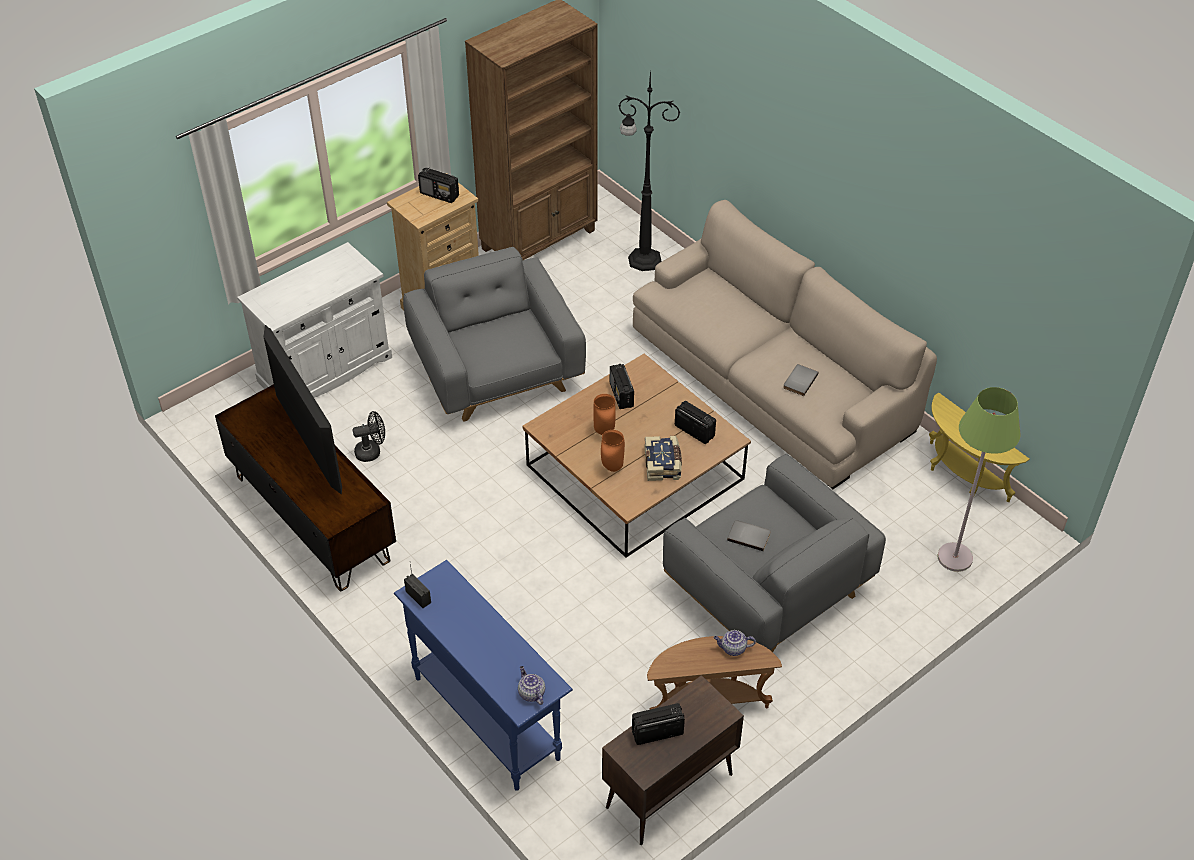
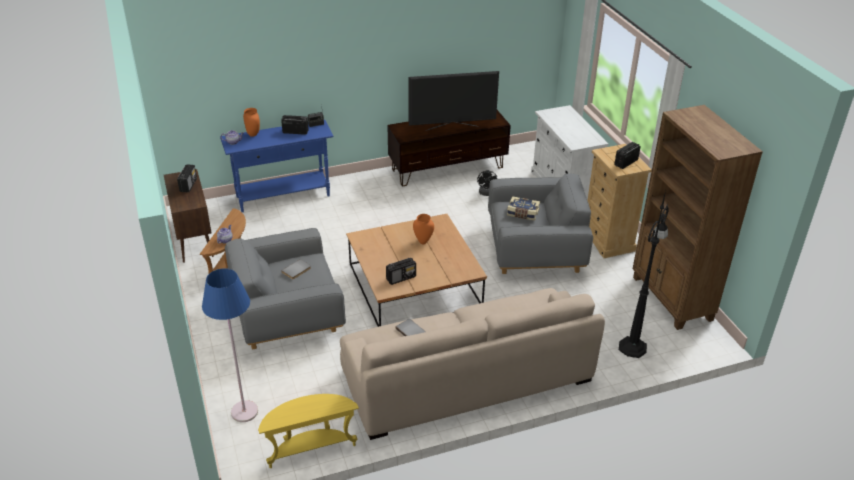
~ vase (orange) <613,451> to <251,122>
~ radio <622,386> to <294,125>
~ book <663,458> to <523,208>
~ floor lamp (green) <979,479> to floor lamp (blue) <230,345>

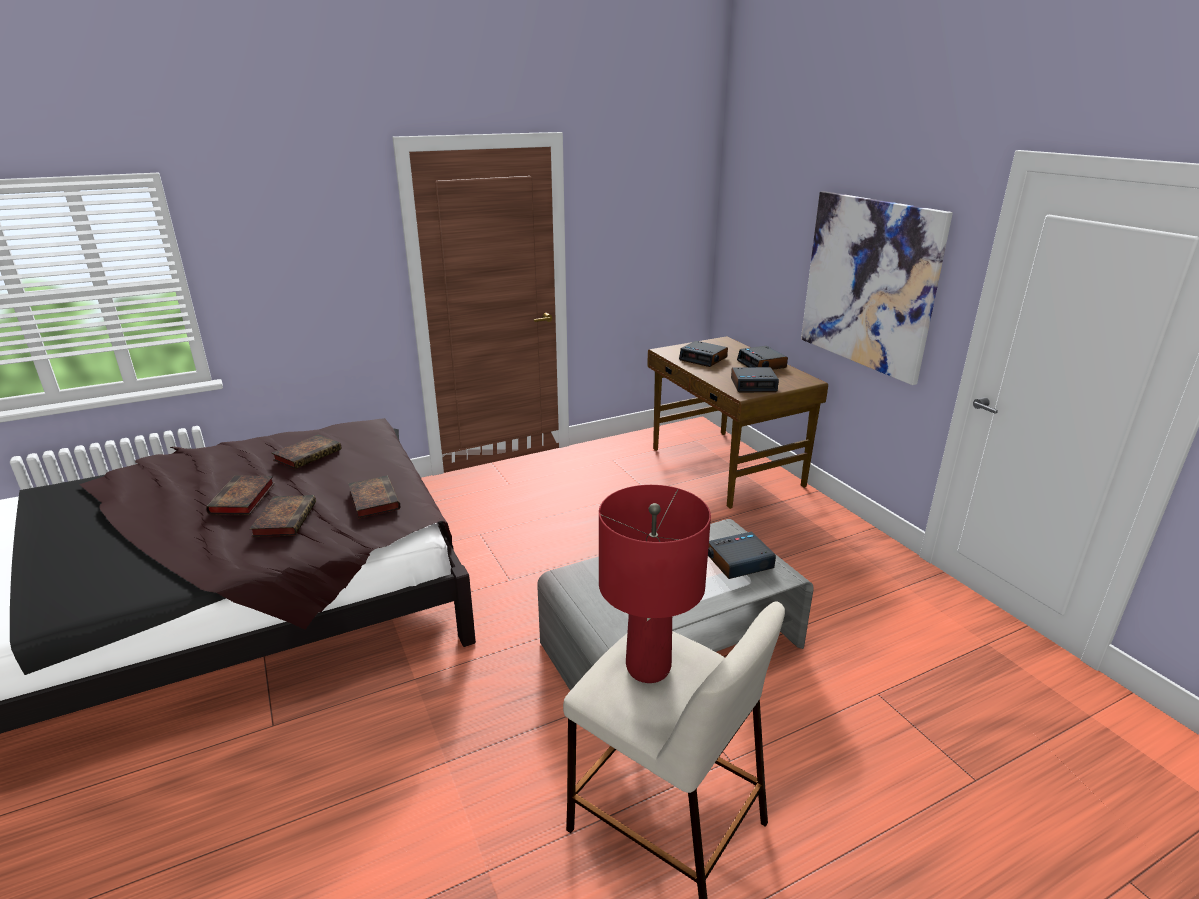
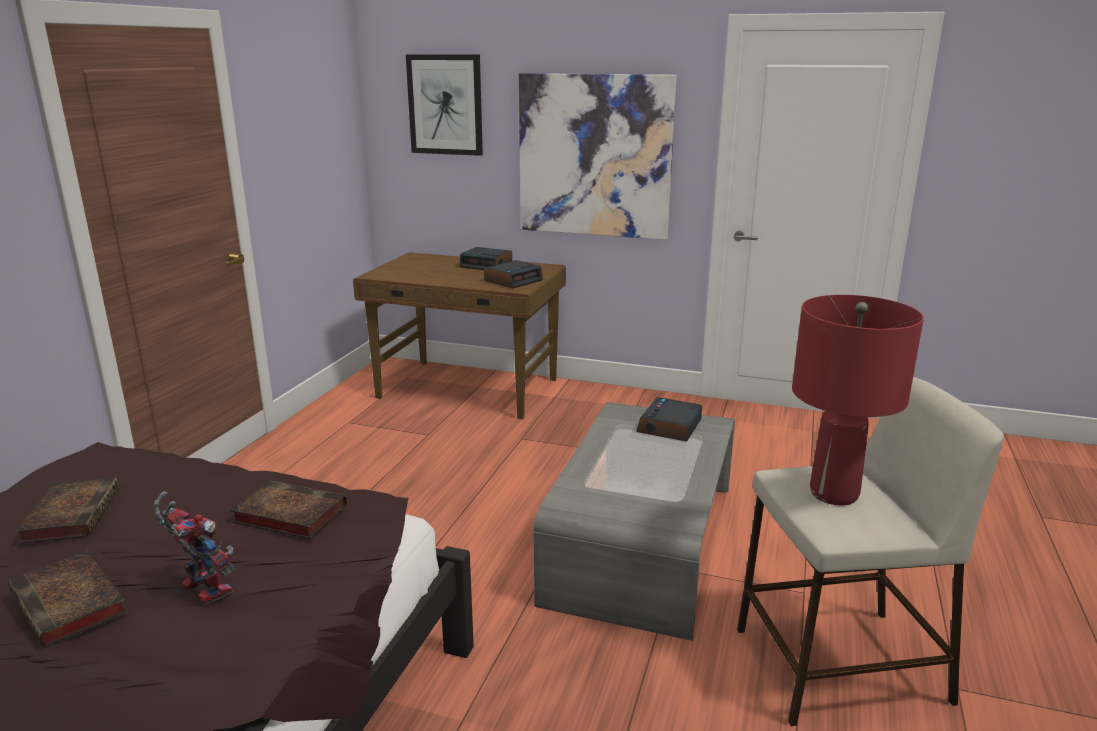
- alarm clock <703,354>
+ picture <444,105>
~ book <283,516> to toy robot <194,548>

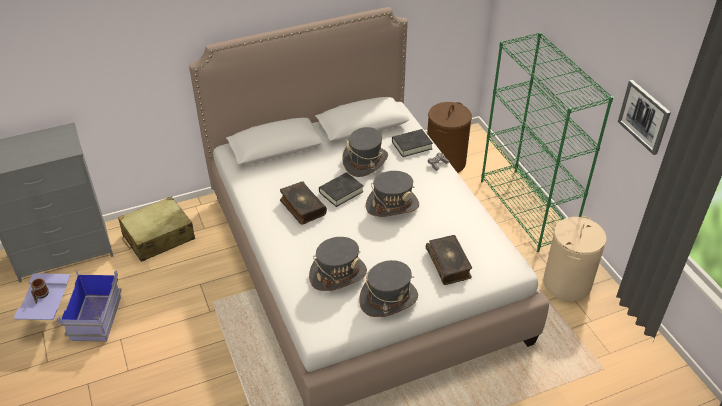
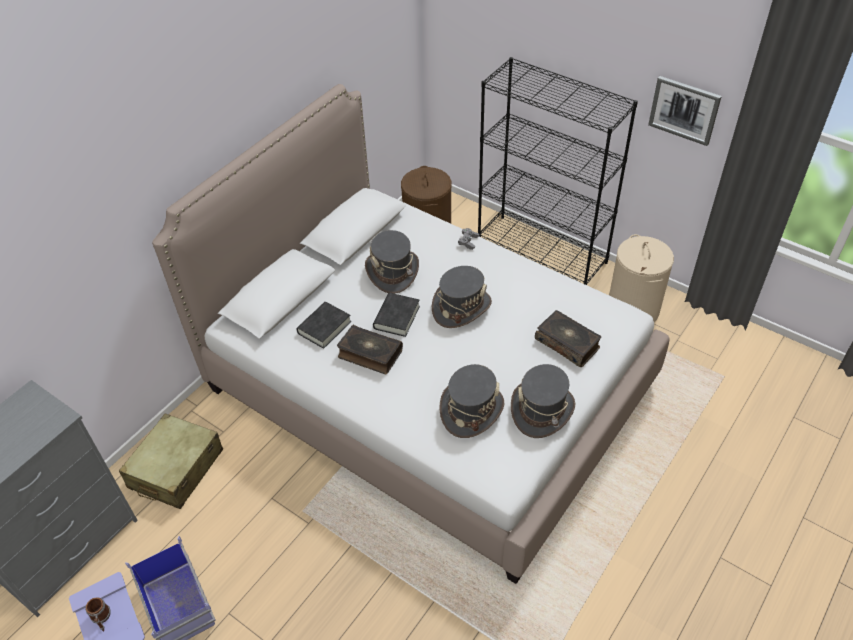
~ book (black) <412,143> to <323,325>
~ bookcase (green) <547,142> to bookcase (black) <558,171>

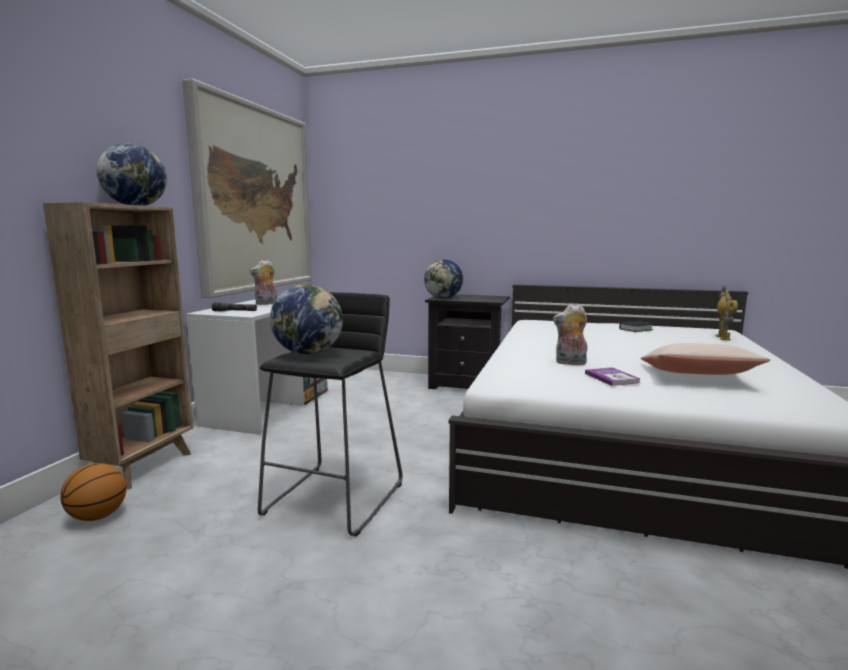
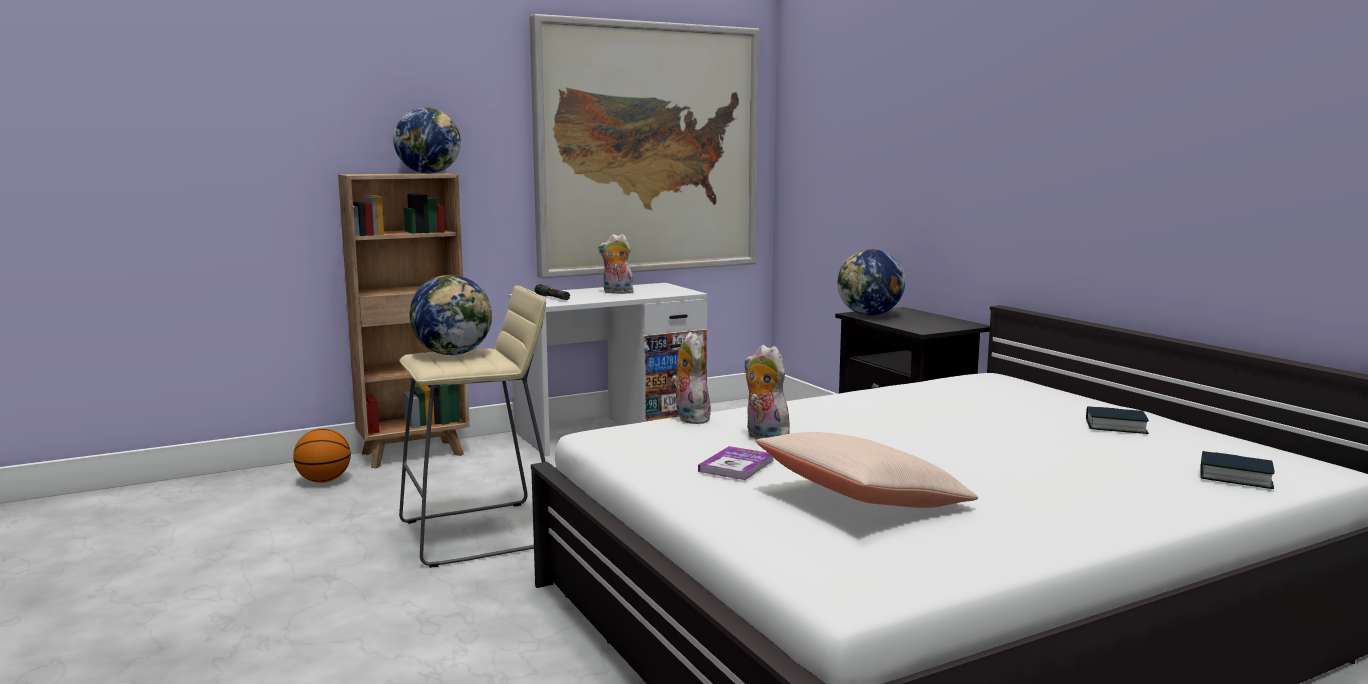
+ plush toy <691,378>
~ toy robot <726,313> to book <1237,470>
~ stool (black) <330,414> to stool (beige) <472,426>

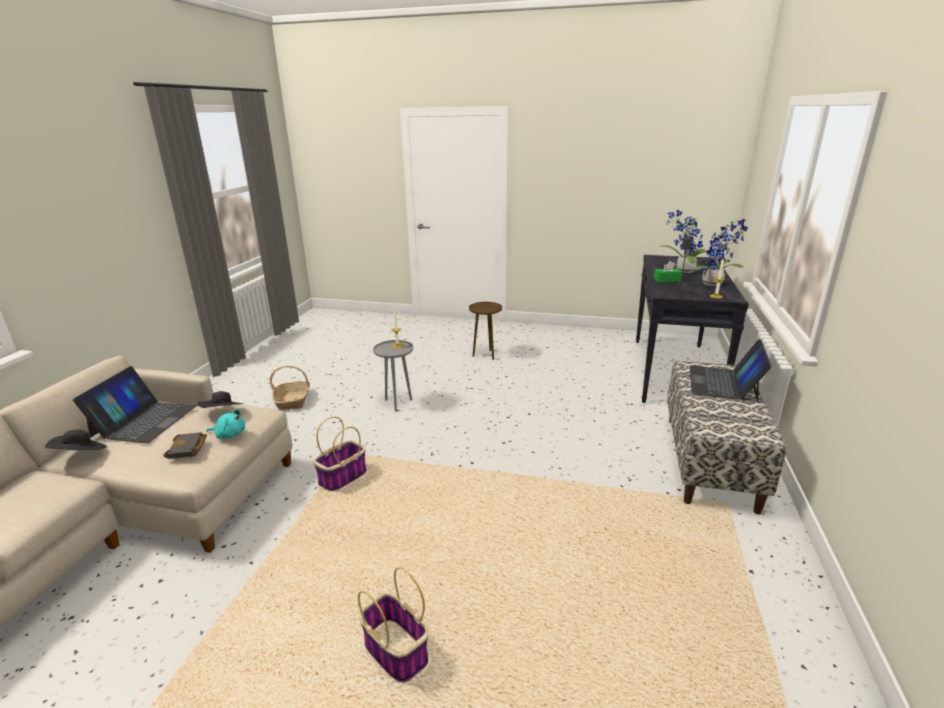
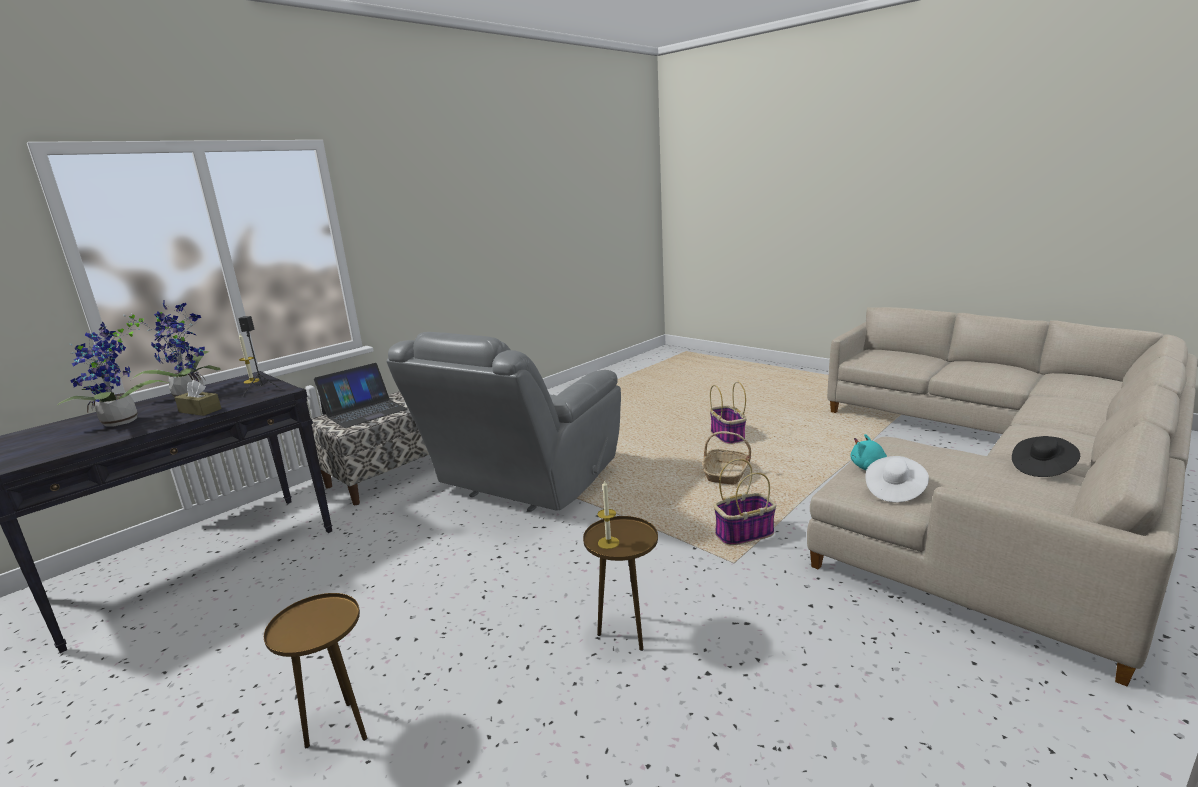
- laptop <134,404>
- book (black) <185,445>
+ armchair (grey) <504,422>
~ basket <290,388> to <726,458>
~ hat (black) <221,399> to hat (white) <897,479>
~ side table (grey) <393,375> to side table (brown) <620,583>
~ tissue box (green) <667,272> to tissue box (brown) <198,398>

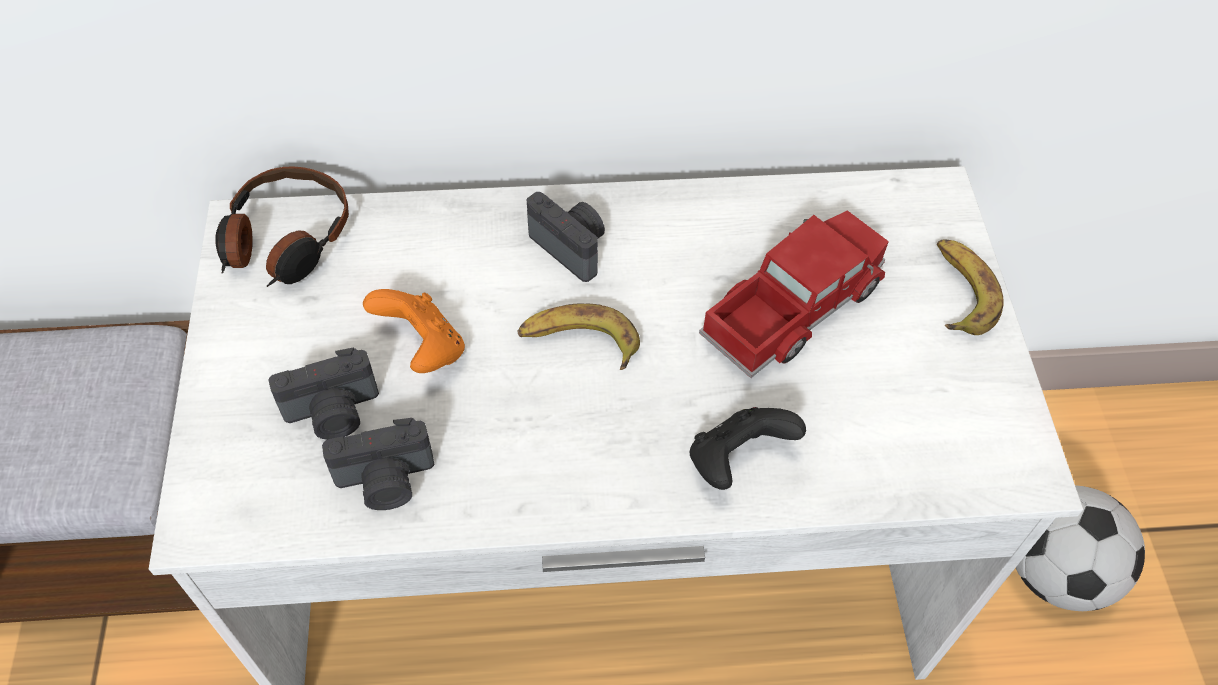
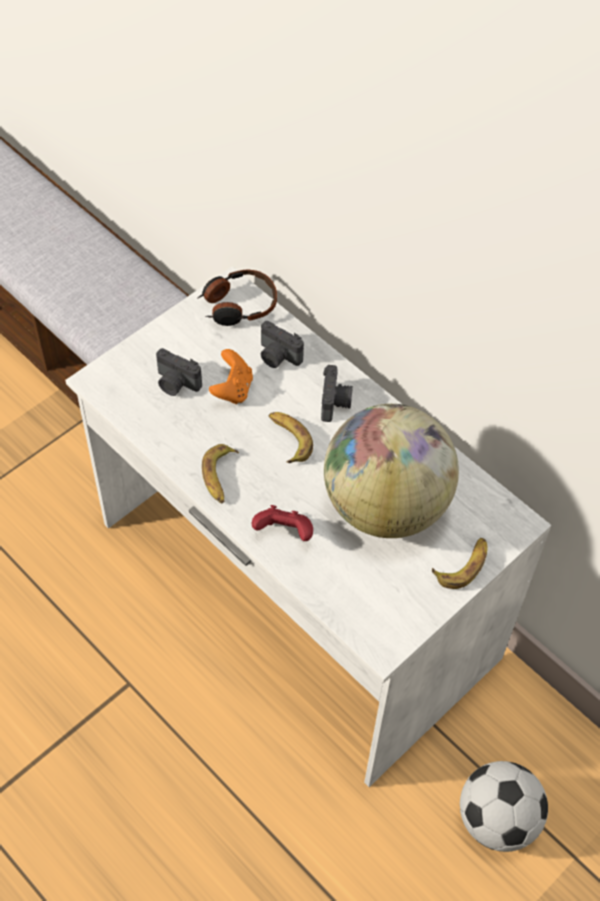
+ banana <220,473>
~ photo camera <378,464> to <282,344>
~ toy truck <794,294> to globe <391,471>
~ game controller (black) <748,448> to game controller (red) <282,523>

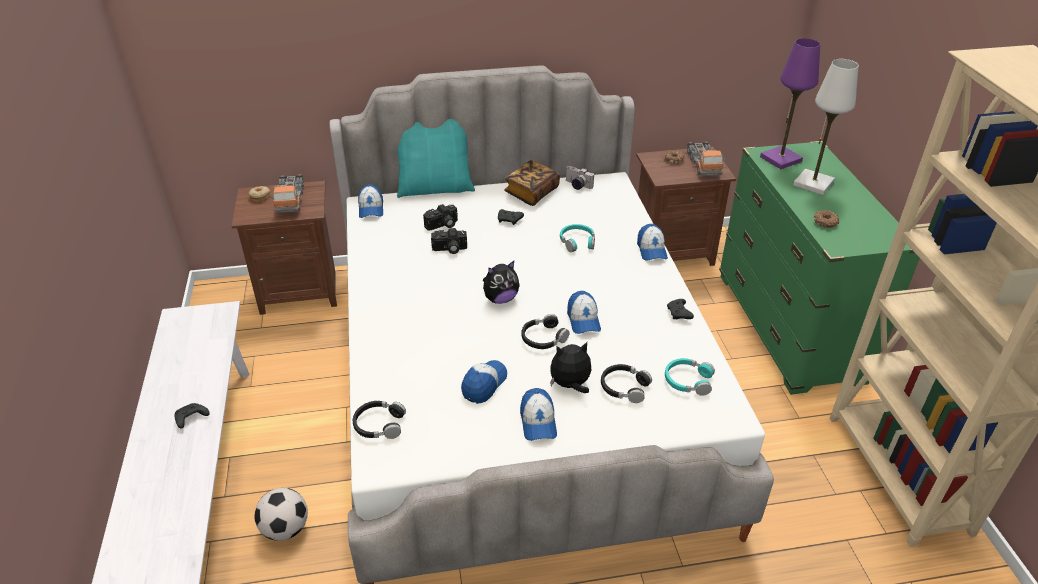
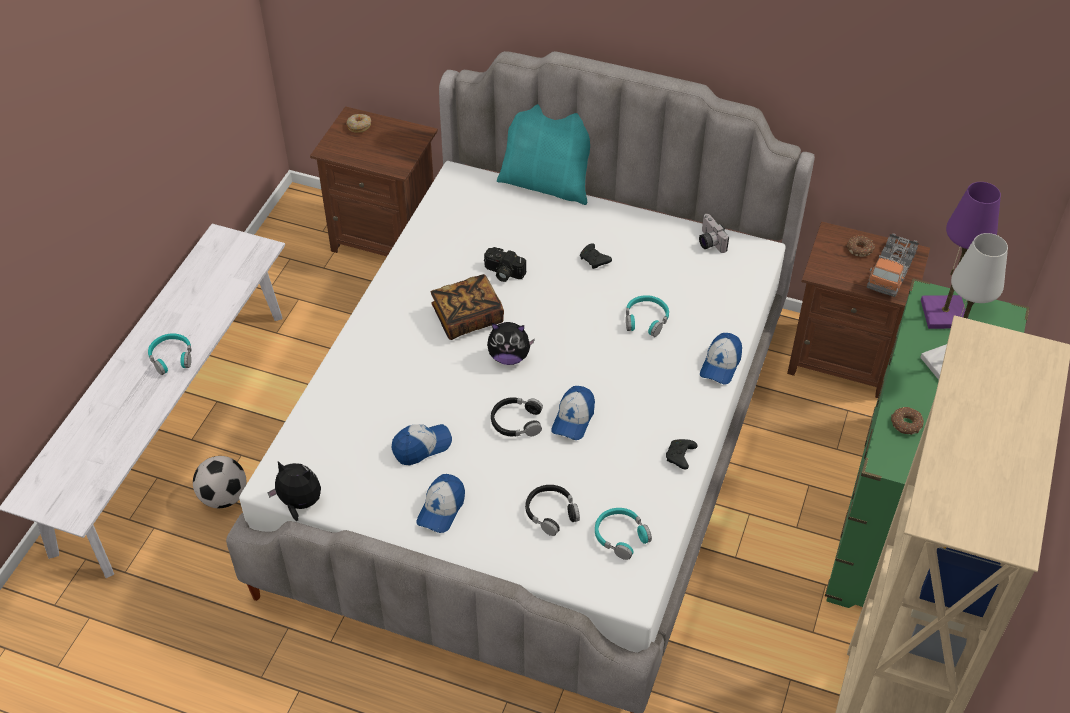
- toy truck <287,194>
- headphones (black) <379,420>
- cap <370,201>
- photo camera <440,217>
~ book <532,183> to <467,307>
~ plush toy <571,367> to <294,491>
~ game controller (black) <192,415> to headphones (turquoise) <169,354>

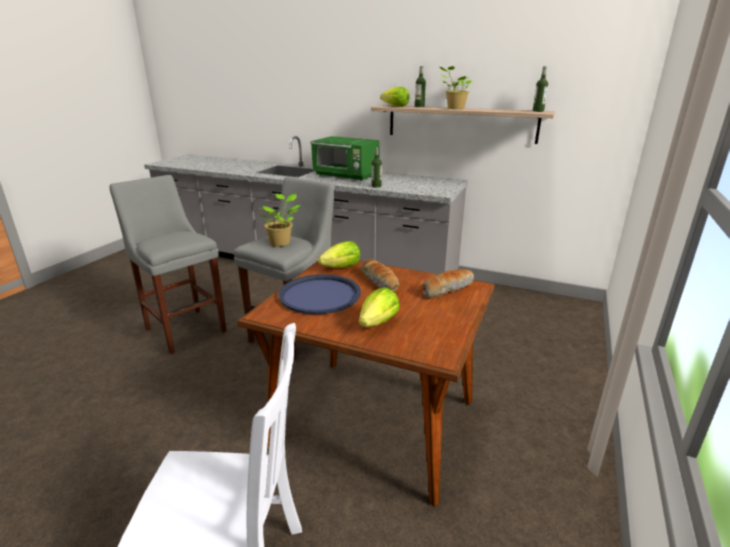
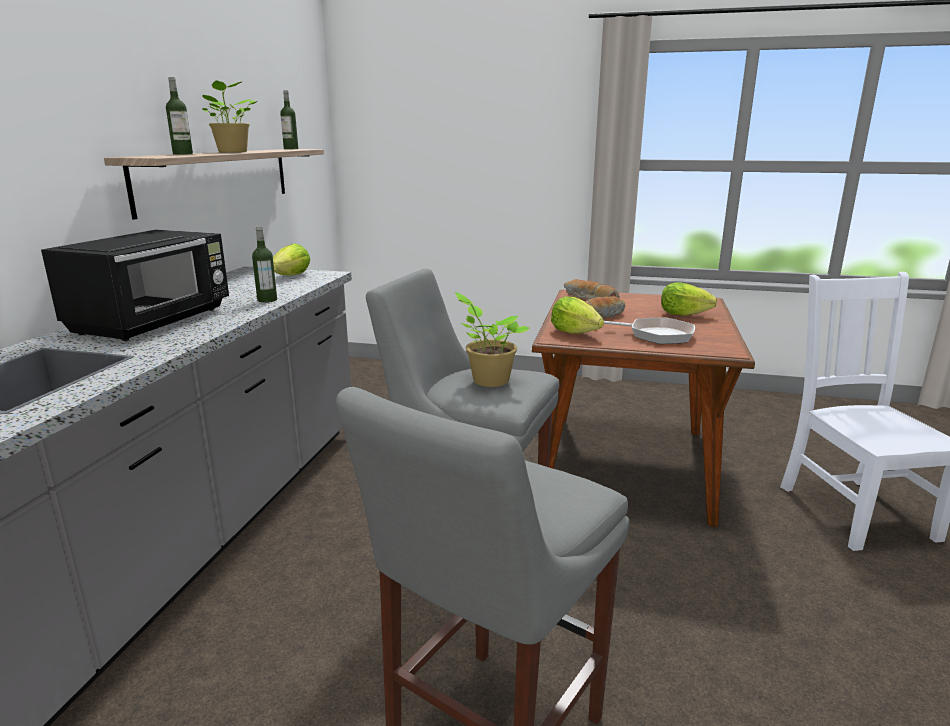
~ lettuce <395,97> to <291,259>
~ tray (blue) <319,294> to frying pan <649,331>
~ microwave (green) <345,158> to microwave (black) <135,285>

